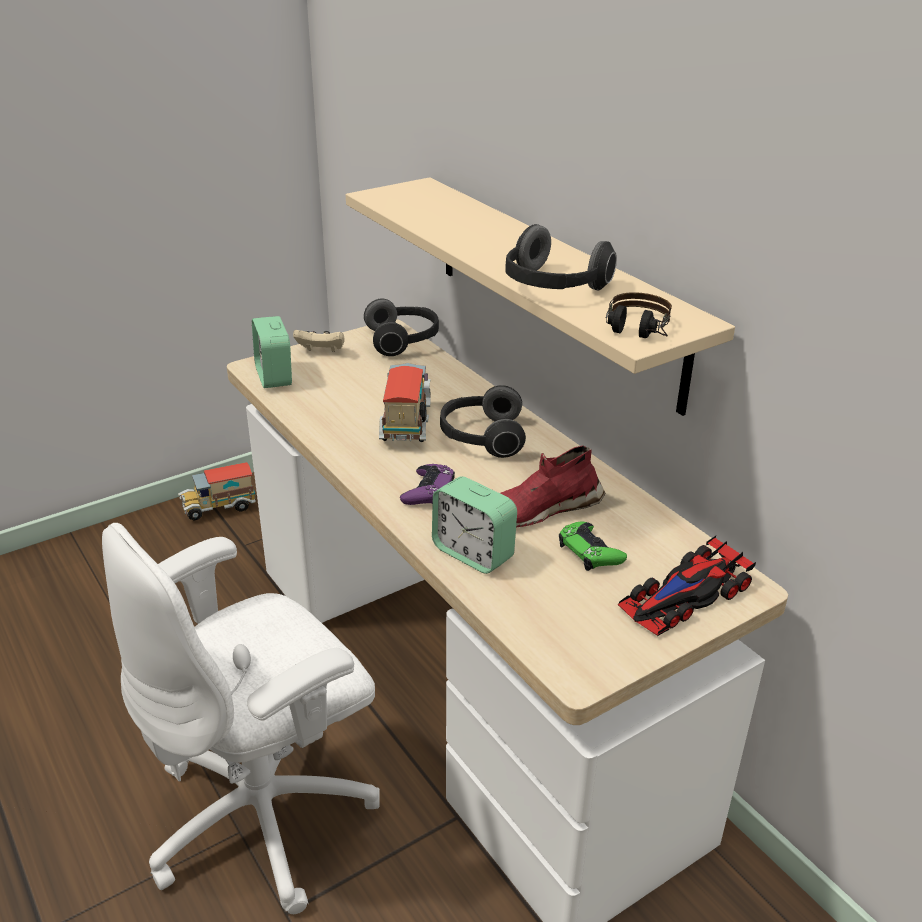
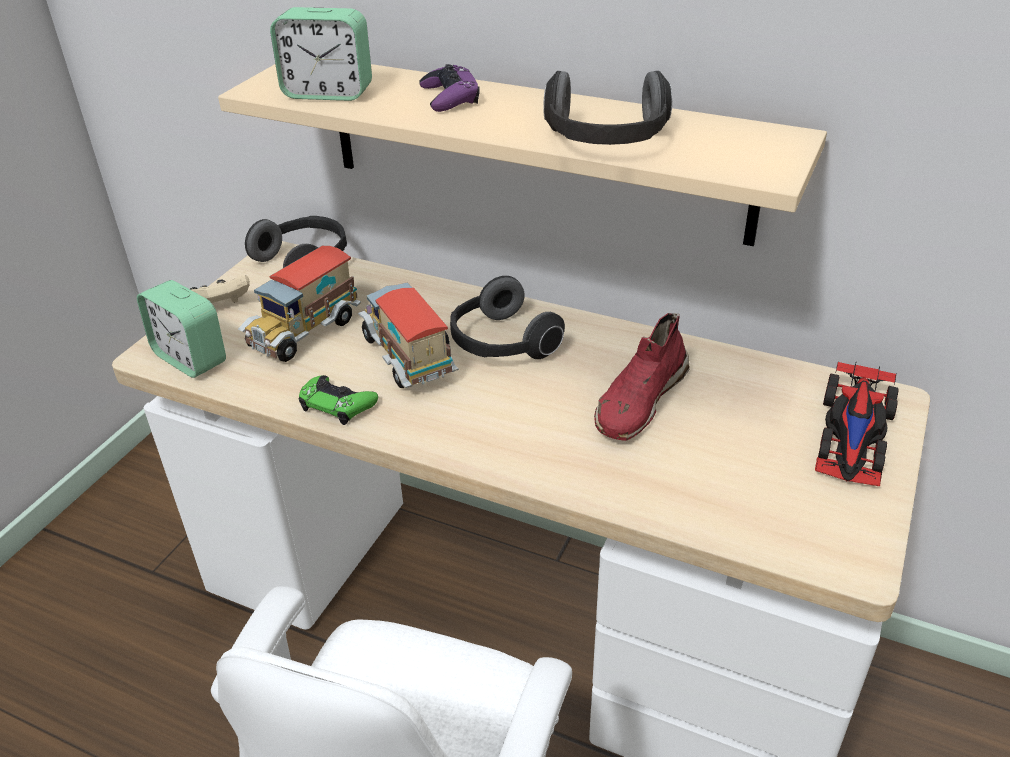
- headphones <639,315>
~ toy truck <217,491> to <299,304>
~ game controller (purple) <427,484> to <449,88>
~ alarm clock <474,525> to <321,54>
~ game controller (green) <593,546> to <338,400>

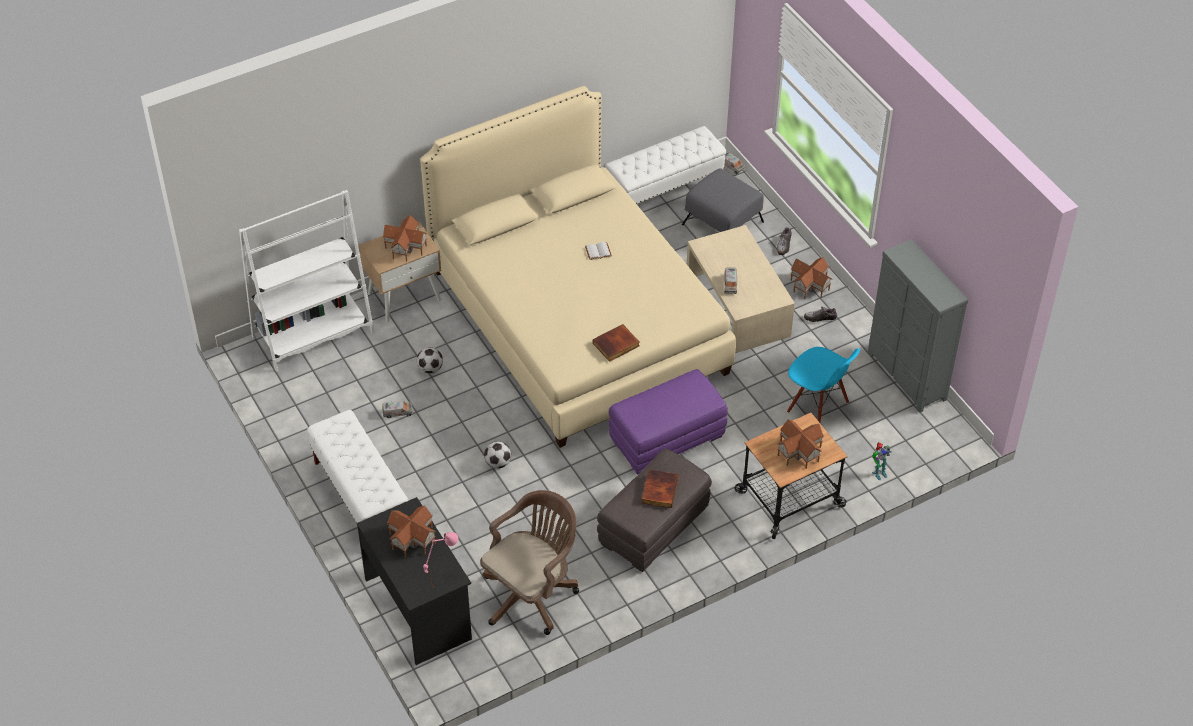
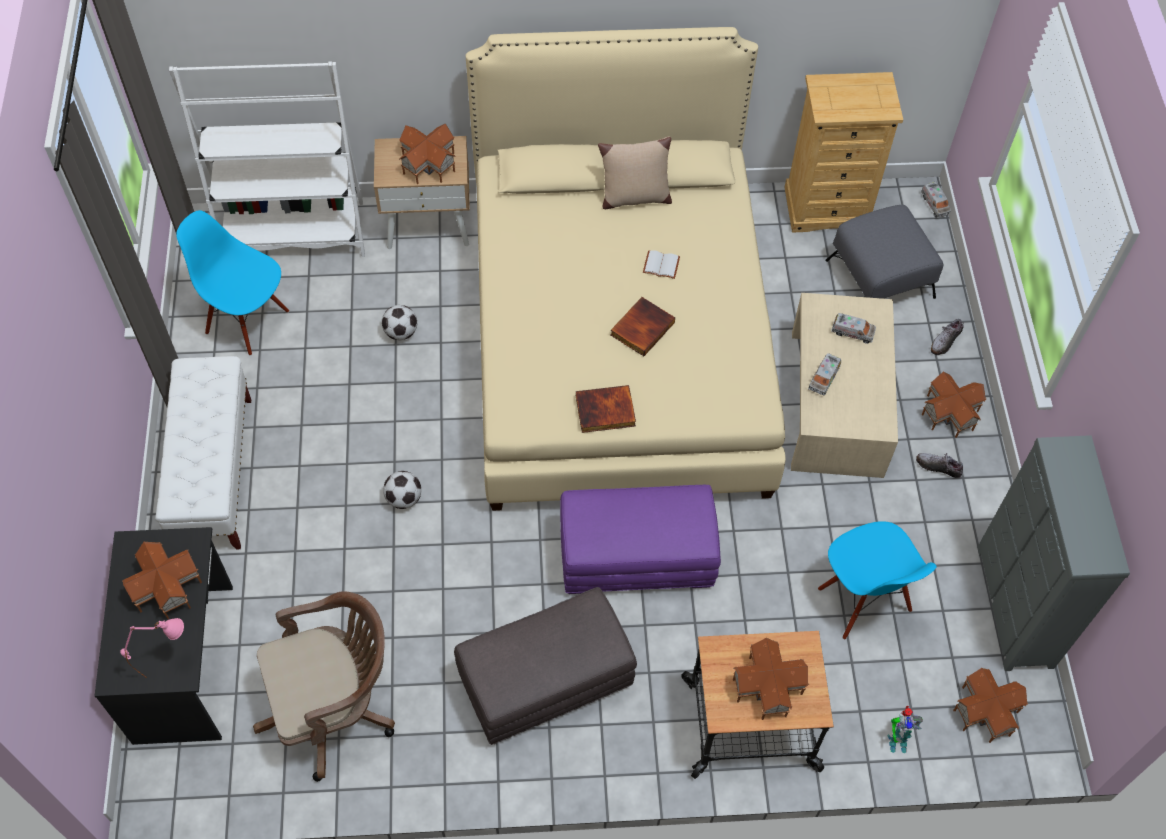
+ chair (blue) <232,283>
+ pillow (beige) <635,173>
+ toy house <990,705>
~ toy truck <397,409> to <853,328>
~ book <660,488> to <642,326>
~ bench (white) <665,165> to dresser (beige) <843,152>

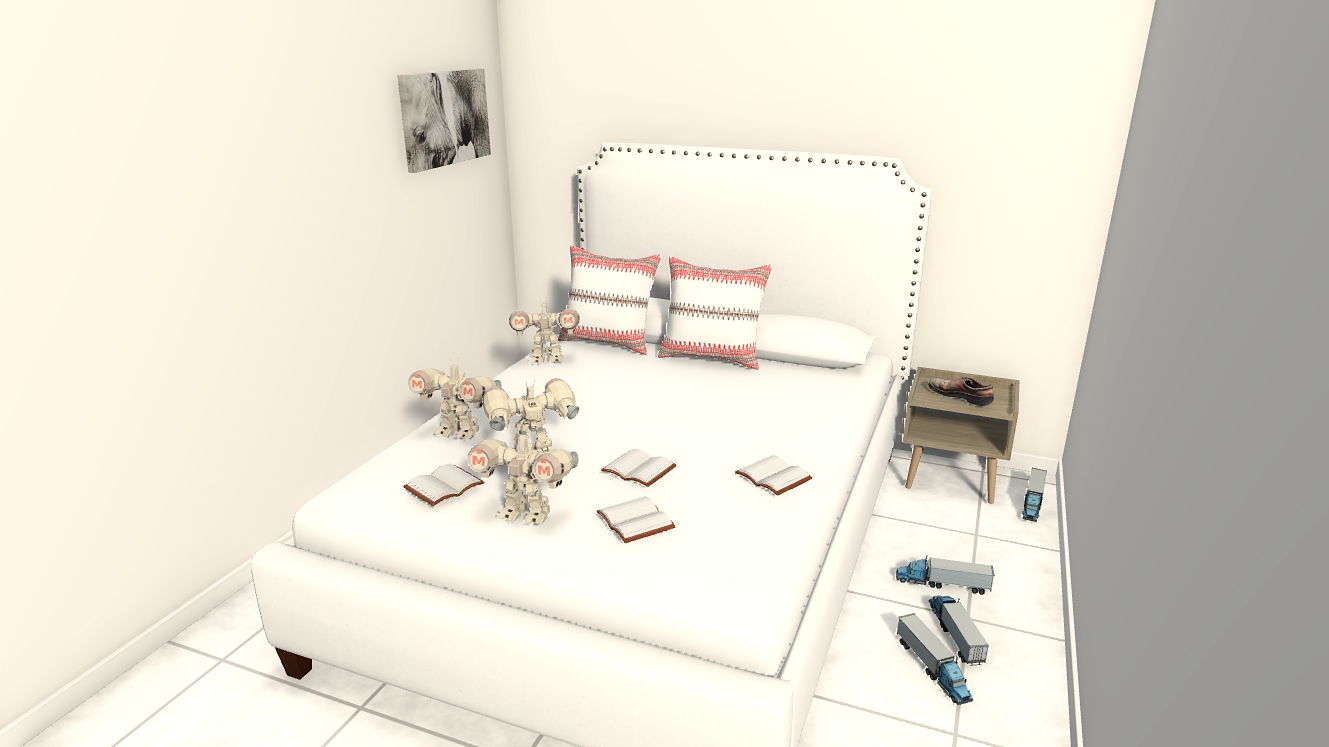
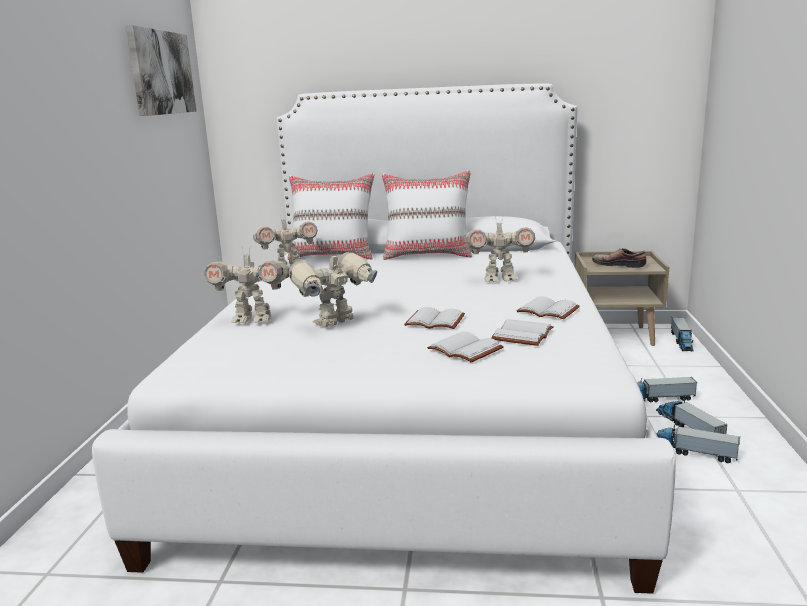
~ book (white) <443,484> to <522,332>
~ toy robot <523,475> to <500,249>
~ toy truck <935,659> = <698,443> 150 degrees clockwise

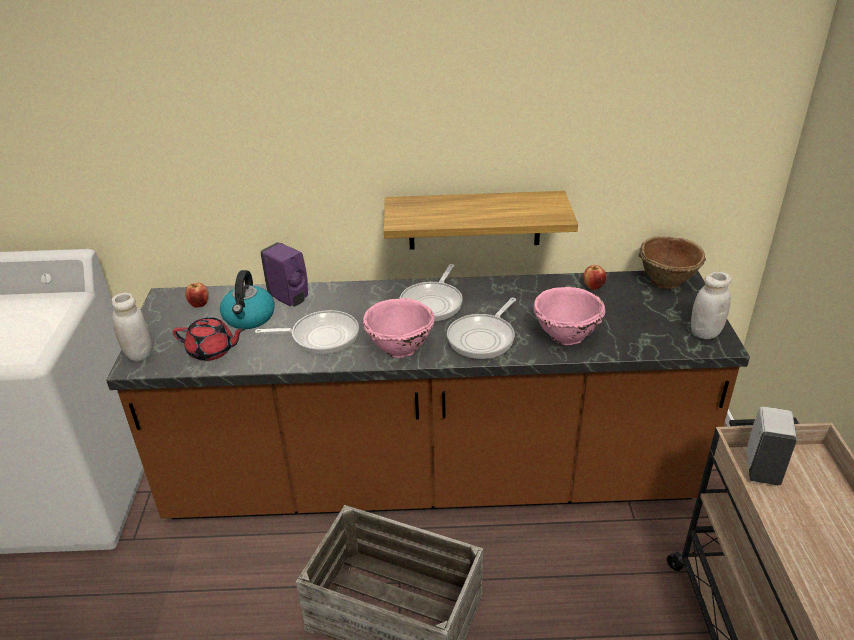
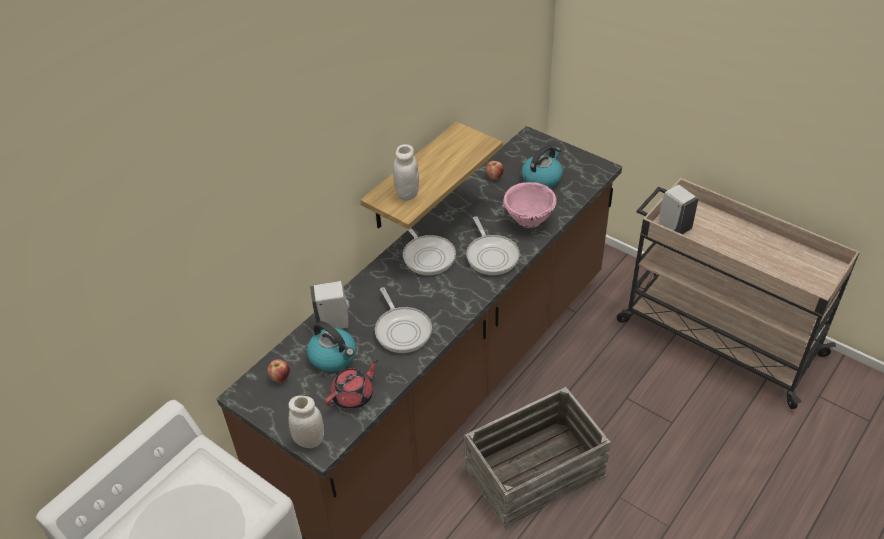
- bowl (pink) <399,328>
- bowl (brown) <672,262>
+ kettle <542,166>
~ jar (white) <711,305> to <406,172>
~ soap dispenser (purple) <284,274> to soap dispenser (white) <330,305>
~ frying pan <307,332> = <403,320> 120 degrees clockwise

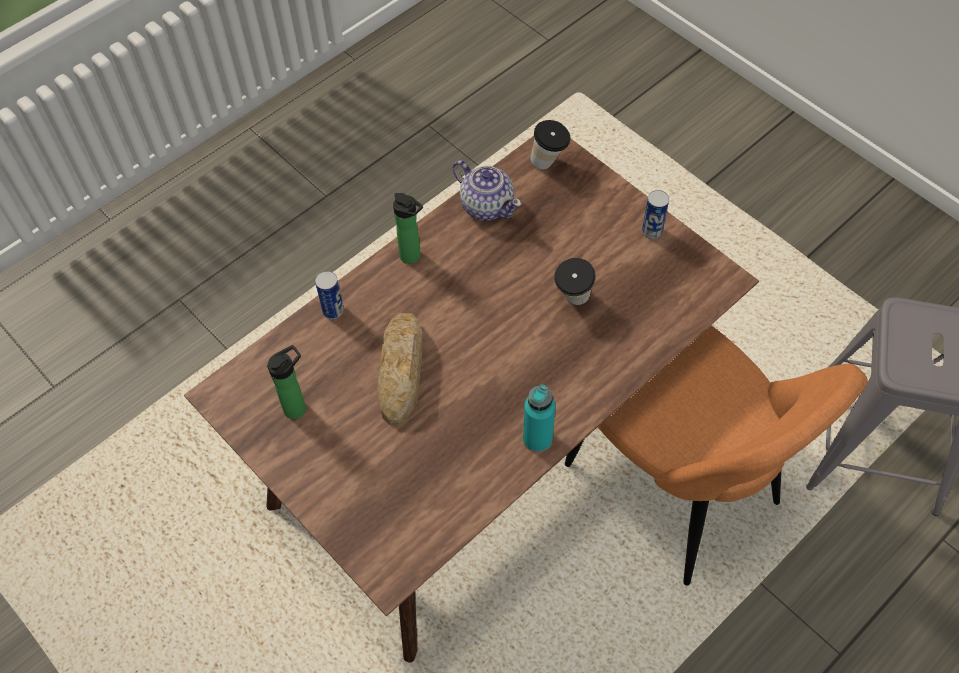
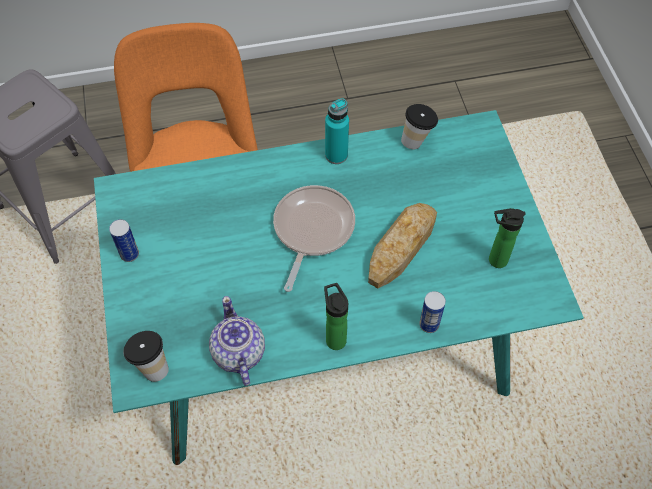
+ frying pan <314,238>
~ cup <575,281> to <419,126>
~ dining table (brown) <471,399> to dining table (turquoise) <339,287>

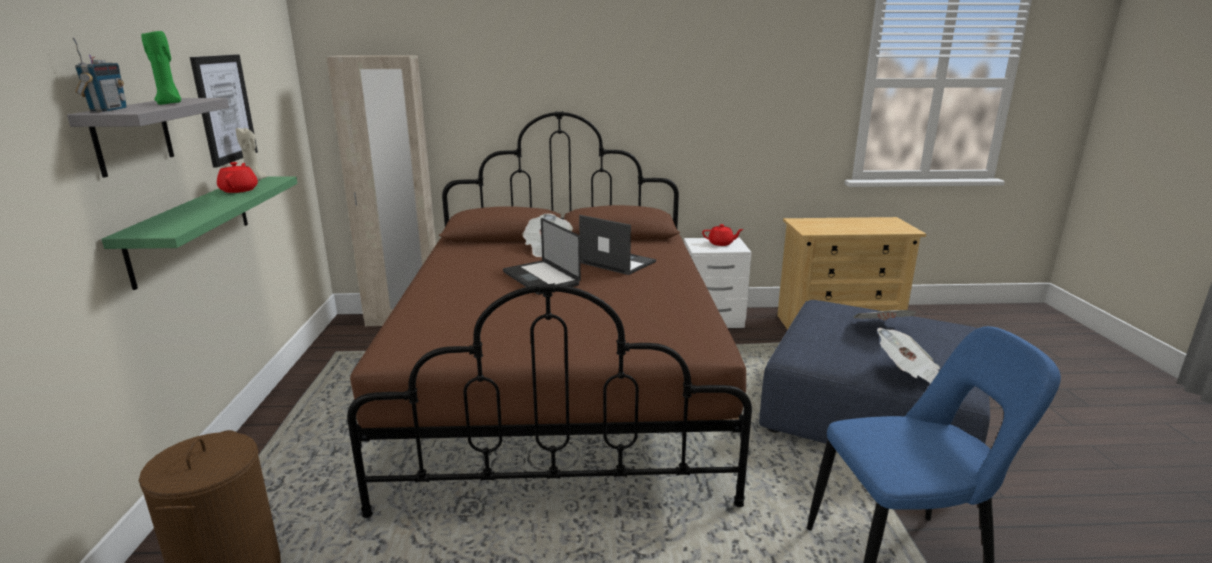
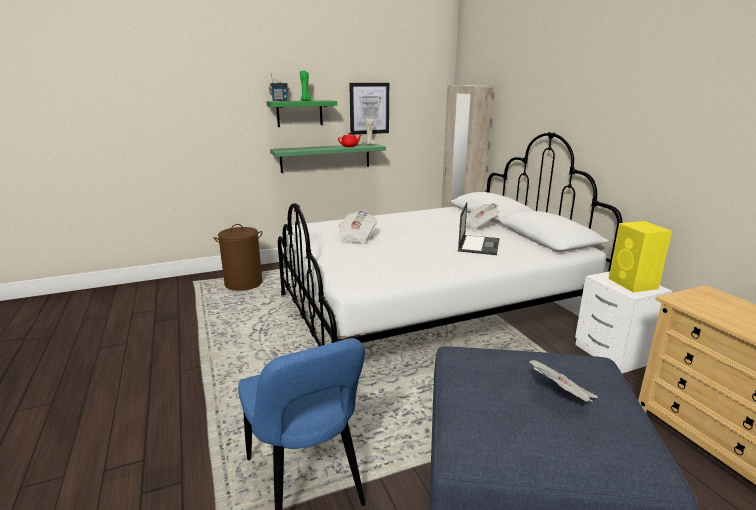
- laptop <542,256>
~ newspaper <908,355> to <358,227>
~ teapot (red) <723,235> to speaker (yellow) <640,256>
~ shelf (grey) <148,138> to shelf (green) <302,113>
~ bed (brown) <549,314> to bed (white) <450,239>

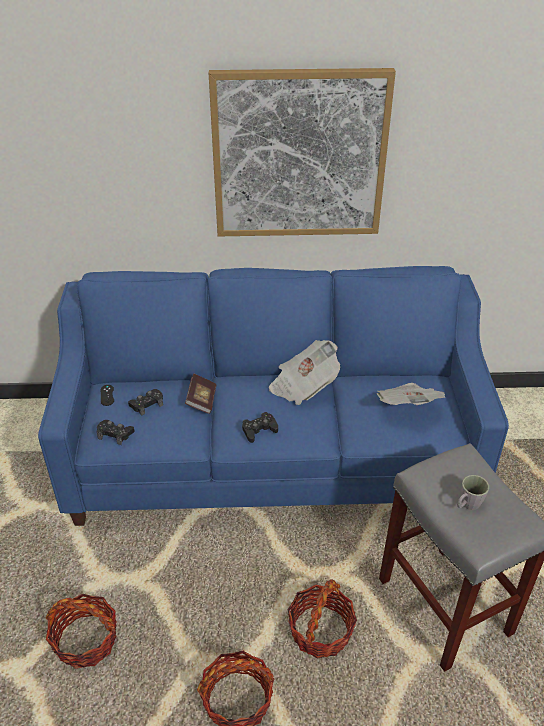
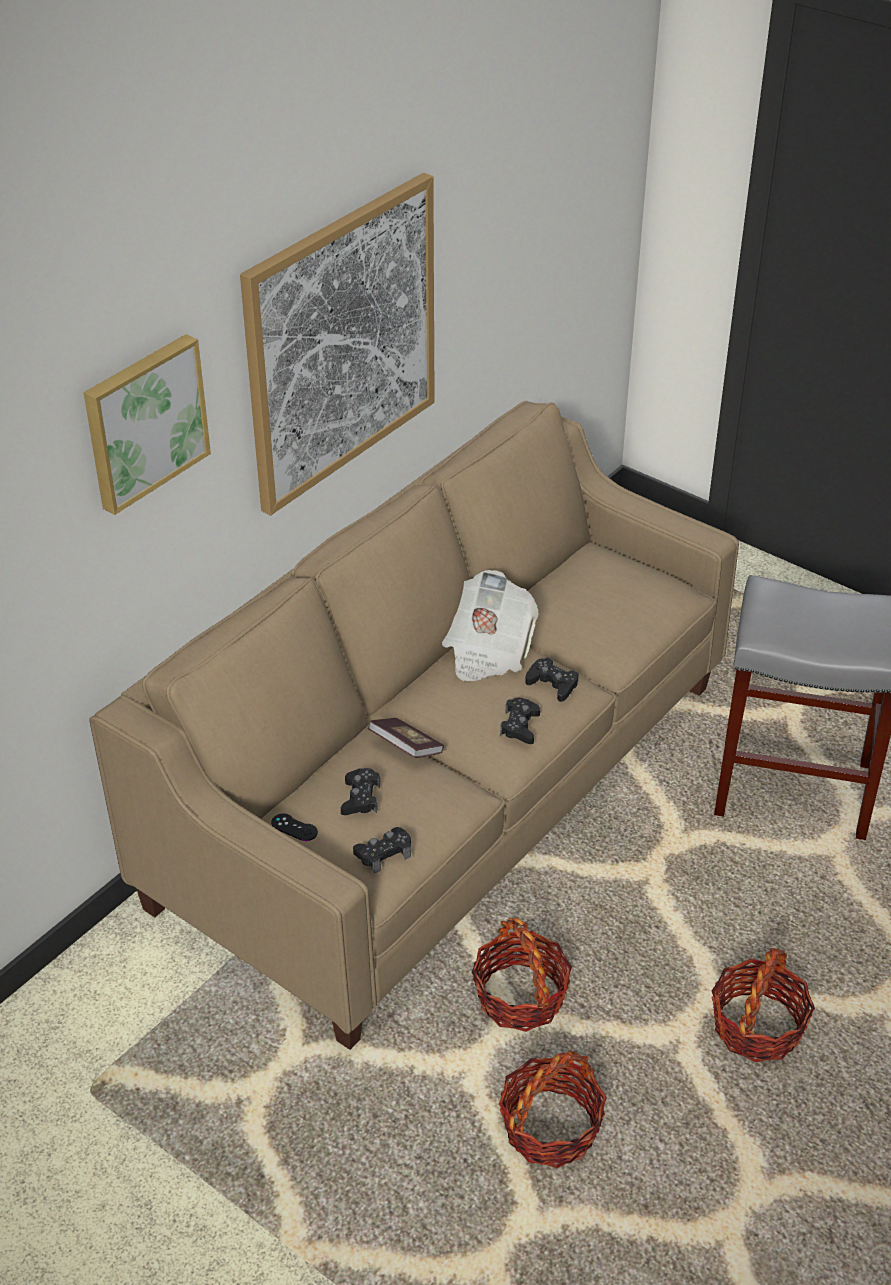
- newspaper <411,394>
- mug (grey) <473,492>
+ picture <147,424>
+ game controller (black) <552,679>
~ basket <322,619> to <522,975>
~ sofa (blue) <273,396> to sofa (beige) <414,725>

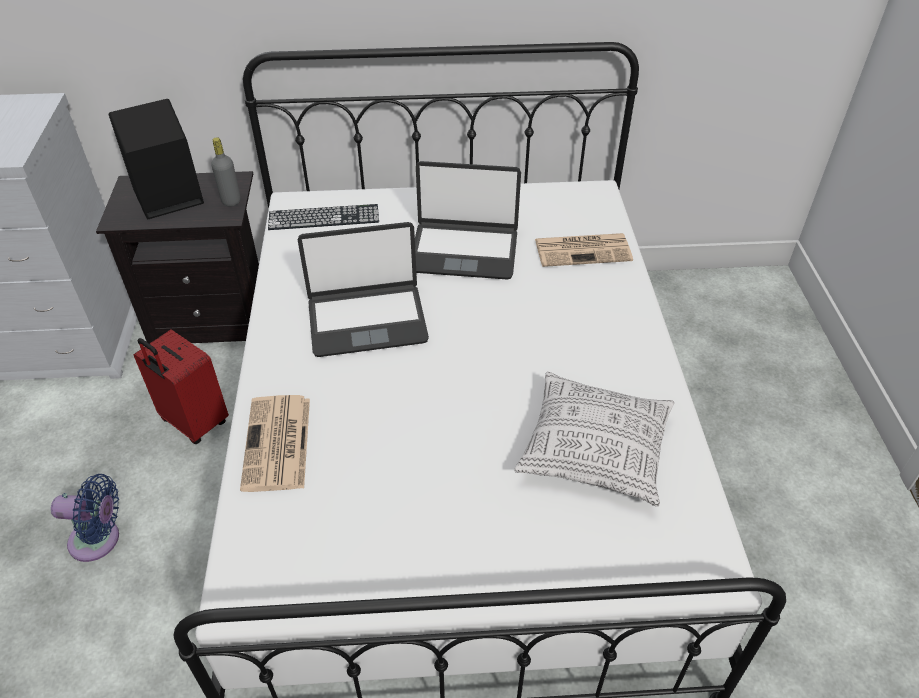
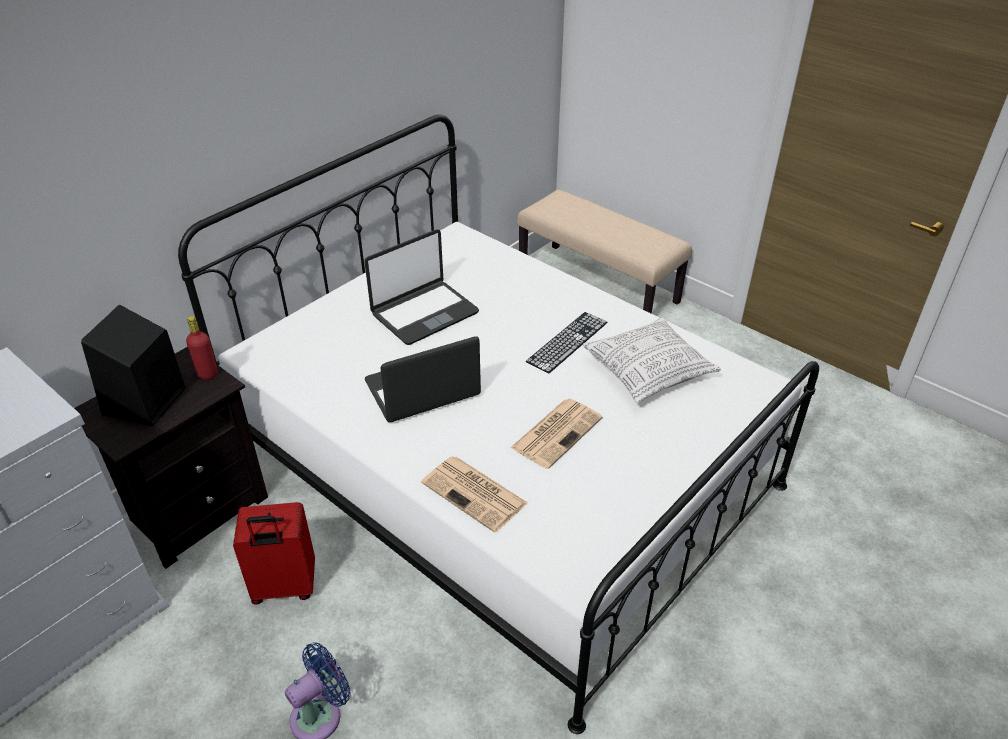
+ bench (beige) <604,252>
~ keyboard <323,217> to <567,343>
~ newspaper <584,250> to <556,434>
~ bottle (grey) <225,172> to bottle (red) <202,348>
~ laptop <363,289> = <423,379> 150 degrees counterclockwise

